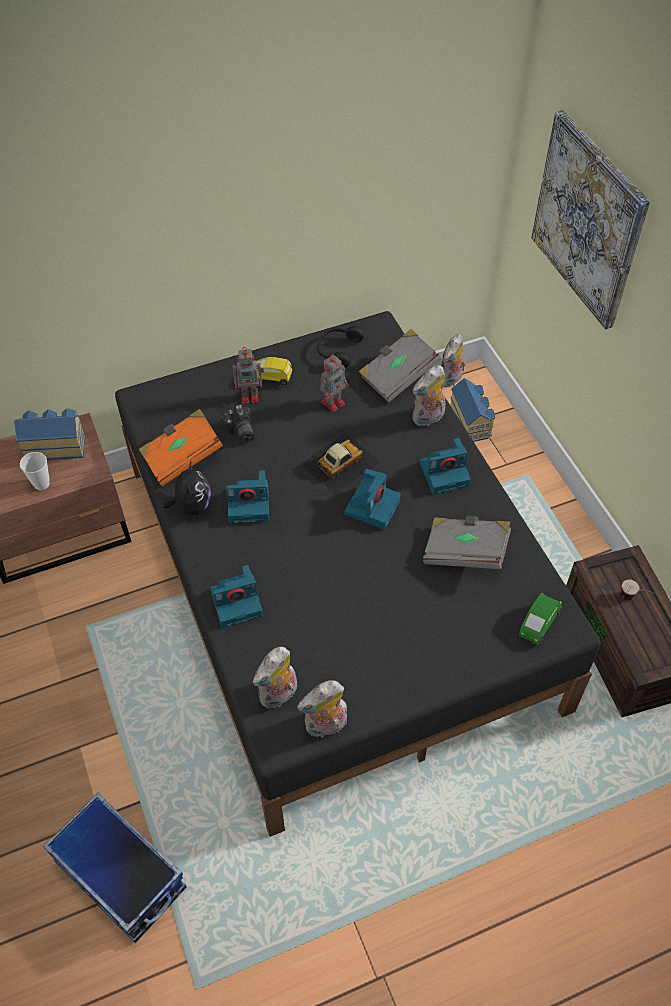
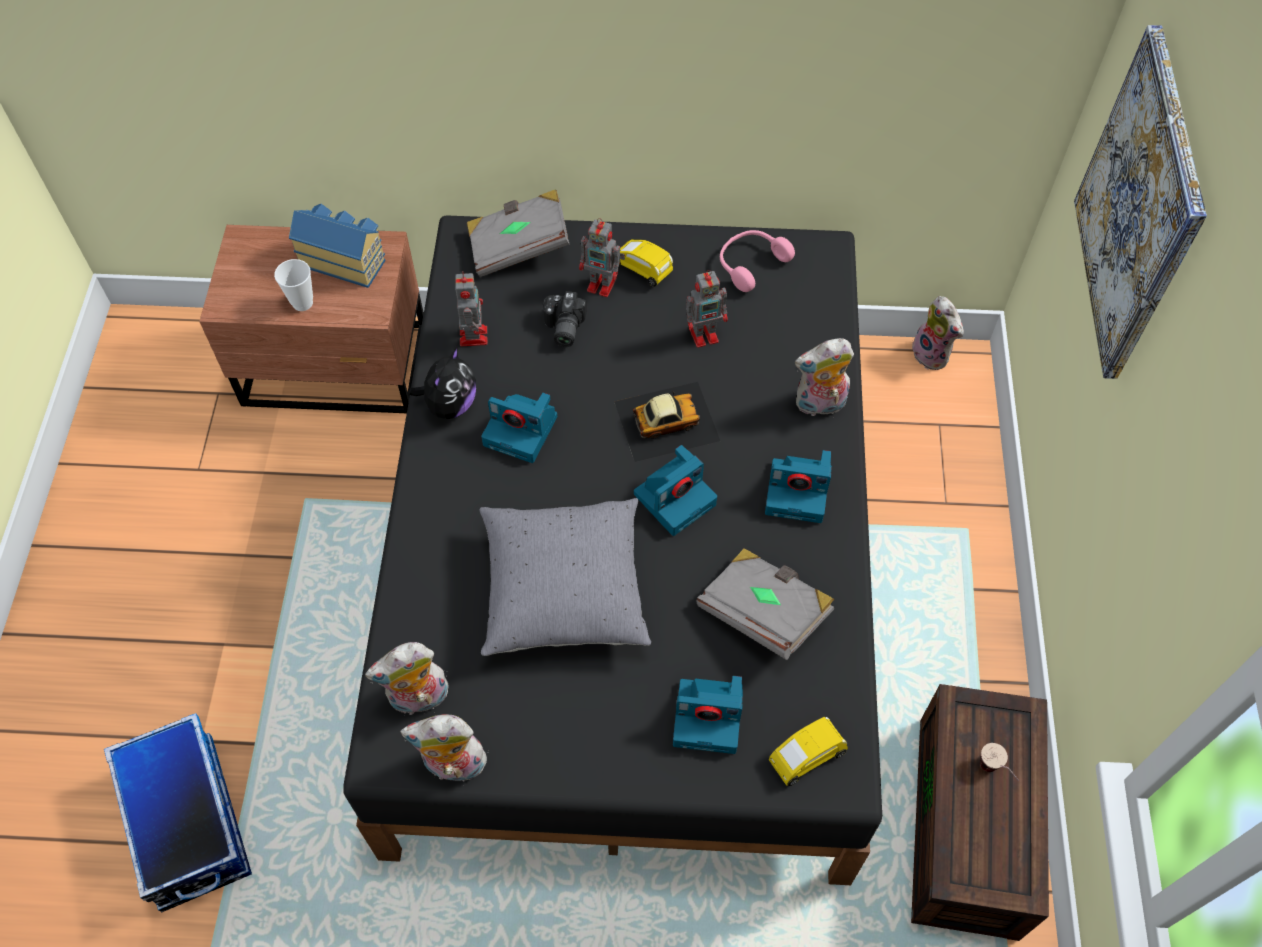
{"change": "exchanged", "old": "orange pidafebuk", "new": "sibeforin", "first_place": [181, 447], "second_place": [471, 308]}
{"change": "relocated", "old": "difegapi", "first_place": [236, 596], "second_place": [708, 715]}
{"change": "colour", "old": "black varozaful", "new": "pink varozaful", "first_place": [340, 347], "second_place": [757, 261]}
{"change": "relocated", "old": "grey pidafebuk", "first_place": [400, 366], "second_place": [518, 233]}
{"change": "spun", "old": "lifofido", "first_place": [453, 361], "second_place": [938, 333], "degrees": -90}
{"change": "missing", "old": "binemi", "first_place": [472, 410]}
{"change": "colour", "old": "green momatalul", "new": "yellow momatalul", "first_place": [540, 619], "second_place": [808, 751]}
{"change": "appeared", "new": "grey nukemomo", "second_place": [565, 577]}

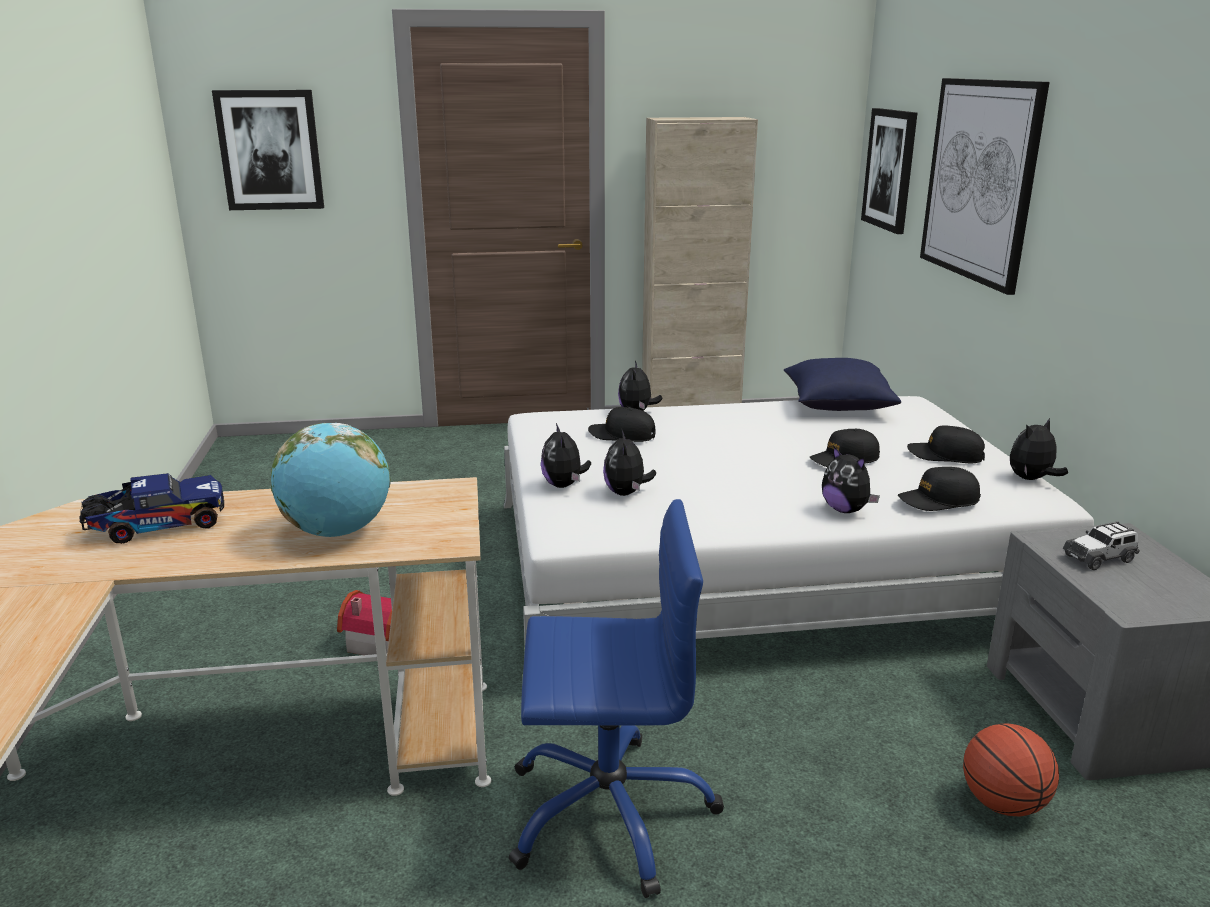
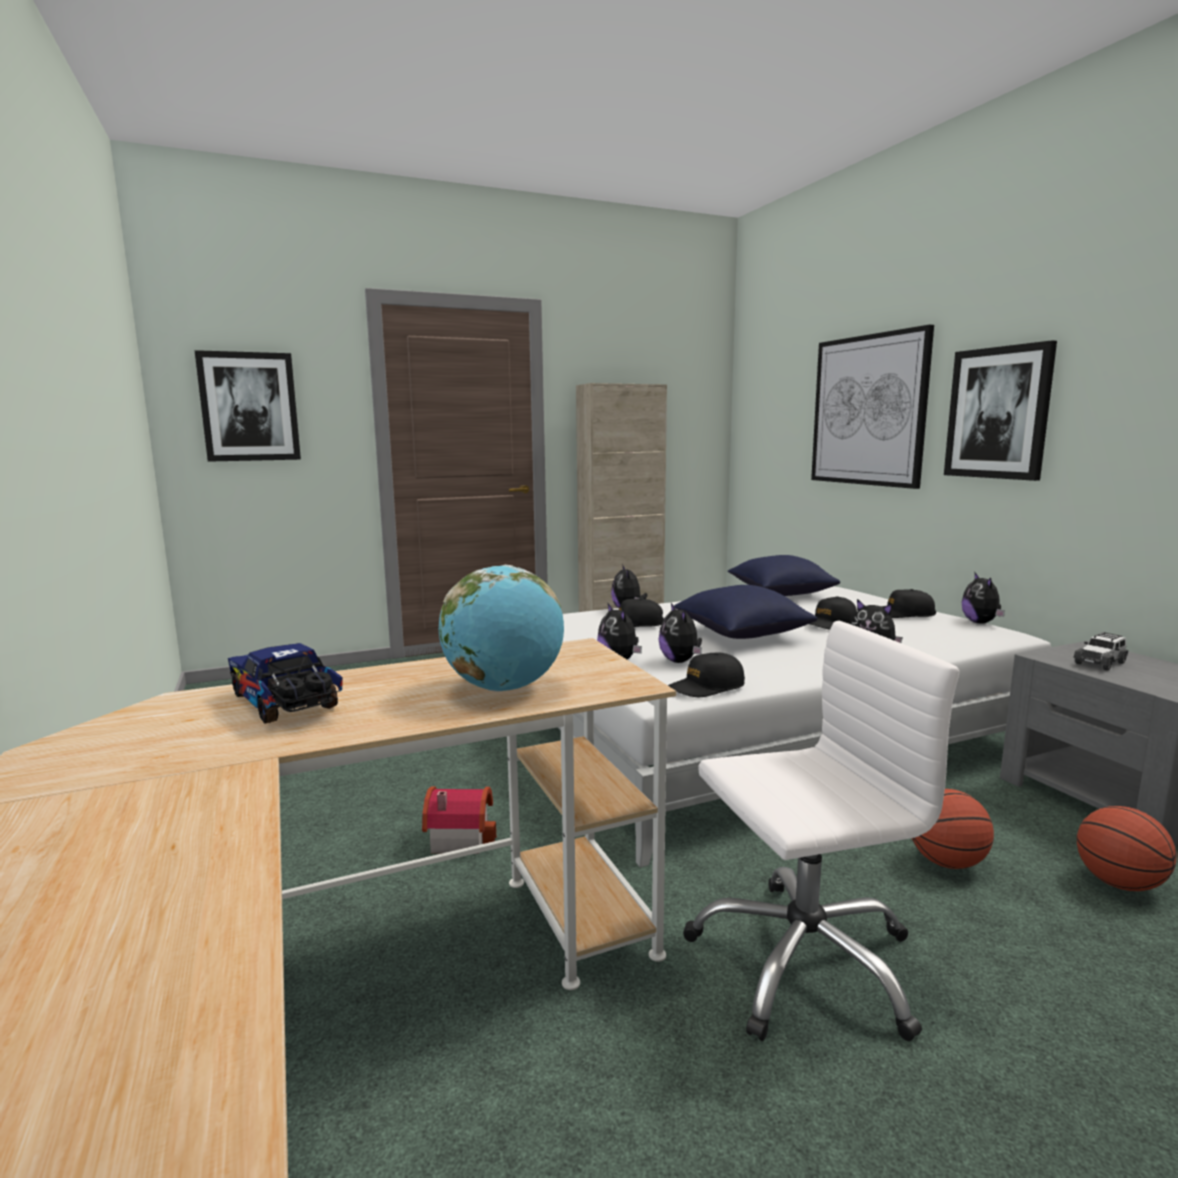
{"change": "spun", "old": "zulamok", "first_place": [151, 508], "second_place": [285, 683], "degrees": -90}
{"change": "colour", "old": "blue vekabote", "new": "white vekabote", "first_place": [616, 698], "second_place": [821, 831]}
{"change": "relocated", "old": "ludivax", "first_place": [889, 171], "second_place": [1000, 410]}
{"change": "relocated", "old": "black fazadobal", "first_place": [939, 489], "second_place": [706, 674]}
{"change": "spun", "old": "lifofido", "first_place": [1039, 449], "second_place": [983, 598], "degrees": -45}
{"change": "appeared", "new": "blue nukemomo", "second_place": [746, 612]}
{"change": "appeared", "new": "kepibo", "second_place": [953, 829]}

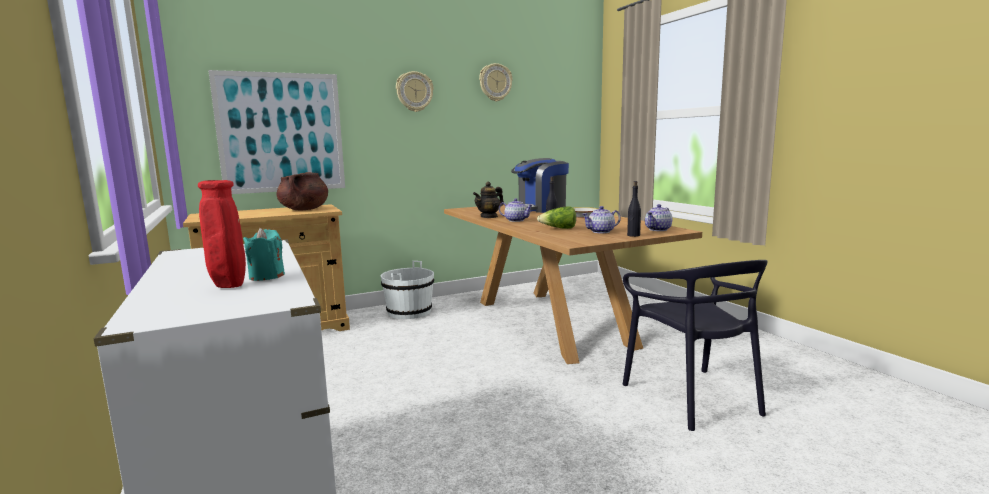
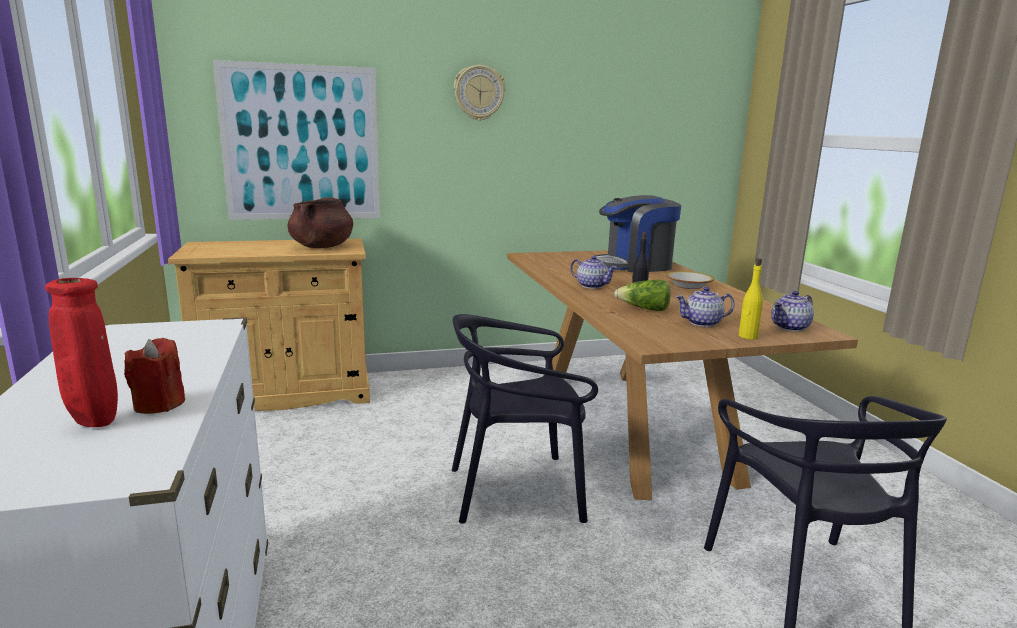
{"change": "colour", "old": "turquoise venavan", "new": "red venavan", "first_place": [264, 254], "second_place": [154, 376]}
{"change": "missing", "old": "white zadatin", "first_place": [407, 290]}
{"change": "missing", "old": "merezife", "first_place": [488, 199]}
{"change": "missing", "old": "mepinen", "first_place": [496, 82]}
{"change": "colour", "old": "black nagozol", "new": "yellow nagozol", "first_place": [634, 209], "second_place": [751, 298]}
{"change": "appeared", "new": "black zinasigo", "second_place": [525, 419]}

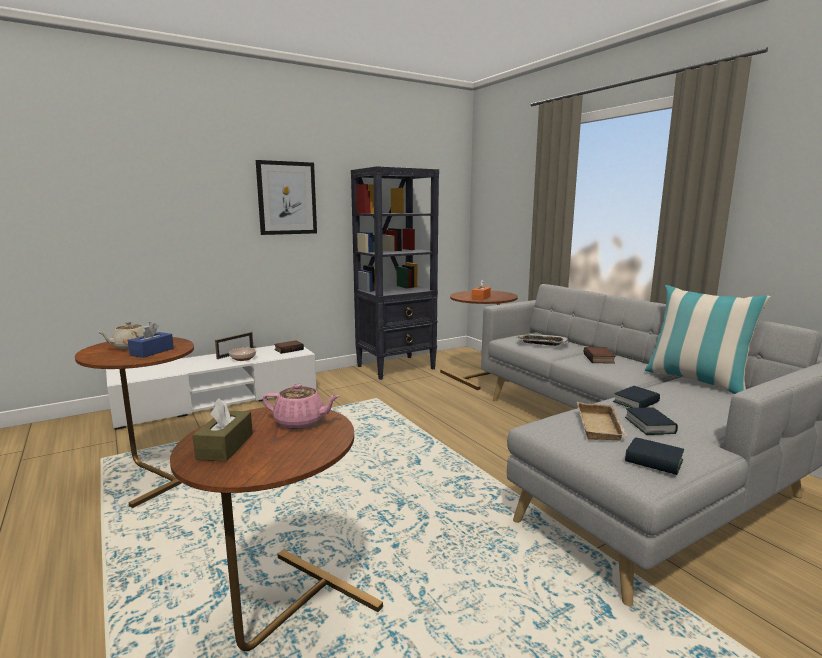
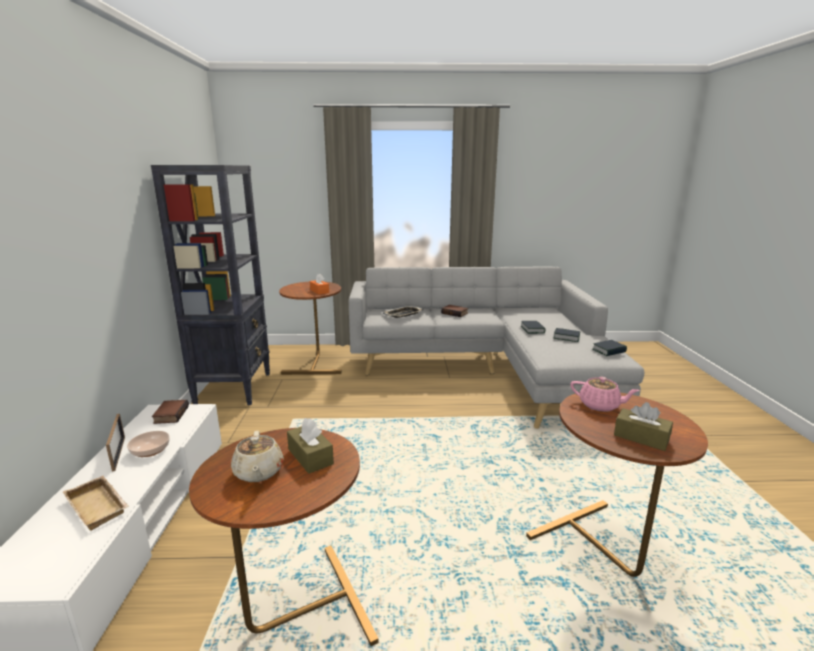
{"change": "colour", "old": "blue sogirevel", "new": "brown sogirevel", "first_place": [151, 340], "second_place": [310, 446]}
{"change": "missing", "old": "ludivax", "first_place": [286, 197]}
{"change": "spun", "old": "pink merezife", "first_place": [301, 406], "second_place": [605, 394], "degrees": 75}
{"change": "relocated", "old": "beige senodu", "first_place": [602, 421], "second_place": [96, 503]}
{"change": "missing", "old": "nukemomo", "first_place": [707, 339]}

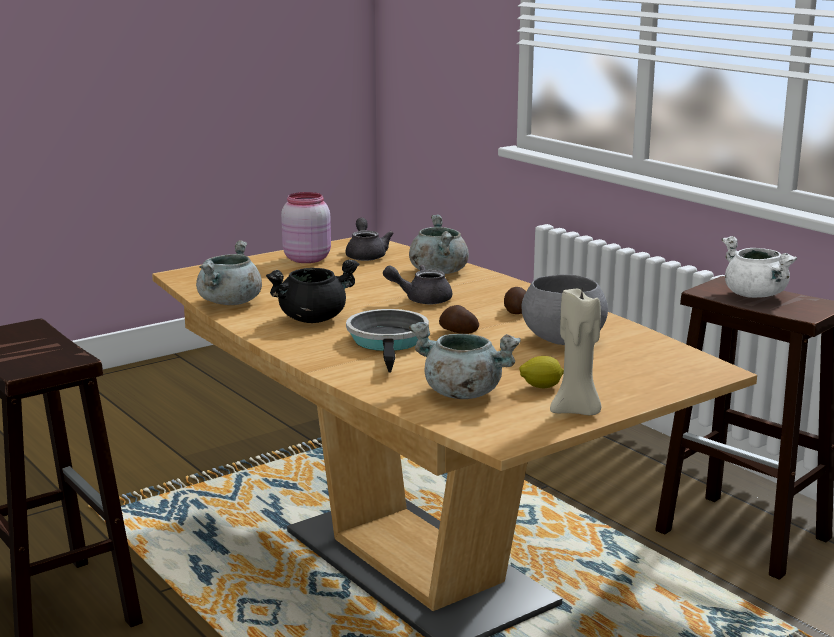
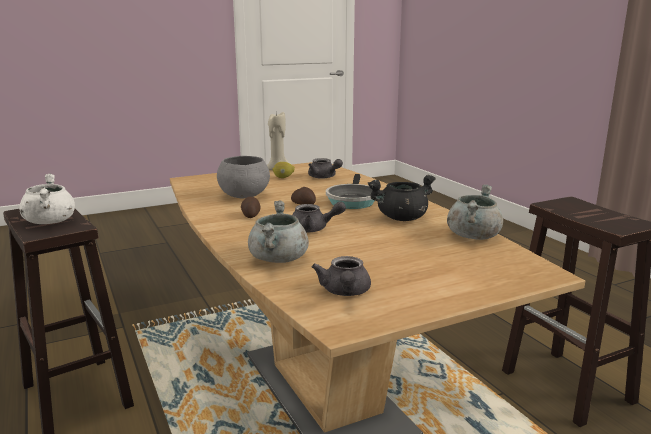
{"change": "missing", "old": "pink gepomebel", "first_place": [306, 227]}
{"change": "exchanged", "old": "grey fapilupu", "new": "grey merezife", "first_place": [465, 360], "second_place": [325, 168]}

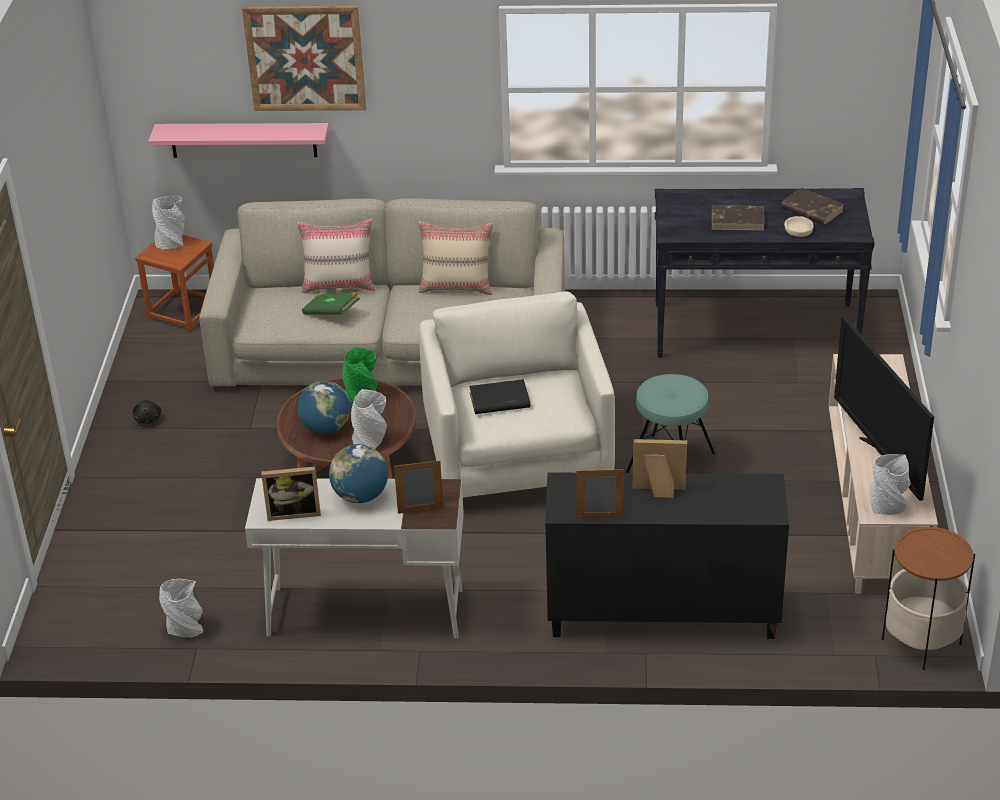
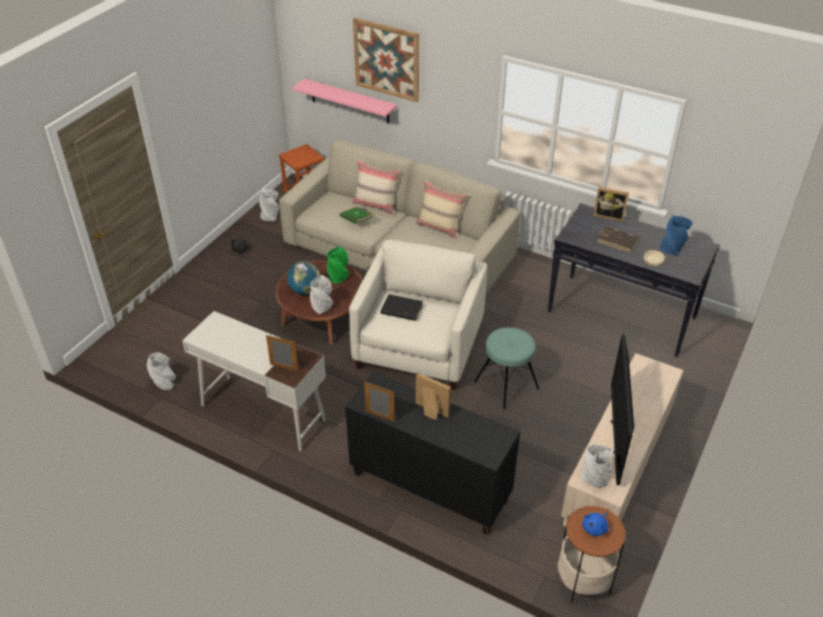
{"change": "relocated", "old": "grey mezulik", "first_place": [168, 223], "second_place": [269, 205]}
{"change": "relocated", "old": "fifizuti", "first_place": [291, 494], "second_place": [611, 204]}
{"change": "missing", "old": "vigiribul", "first_place": [358, 473]}
{"change": "exchanged", "old": "brown pidafebuk", "new": "blue mezulik", "first_place": [812, 206], "second_place": [676, 235]}
{"change": "appeared", "new": "blue lifofido", "second_place": [595, 524]}

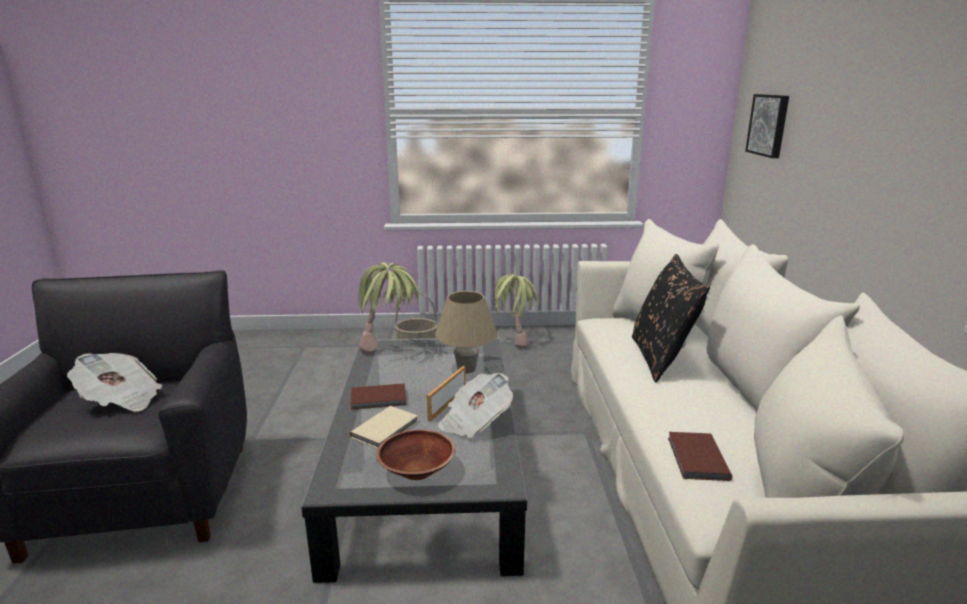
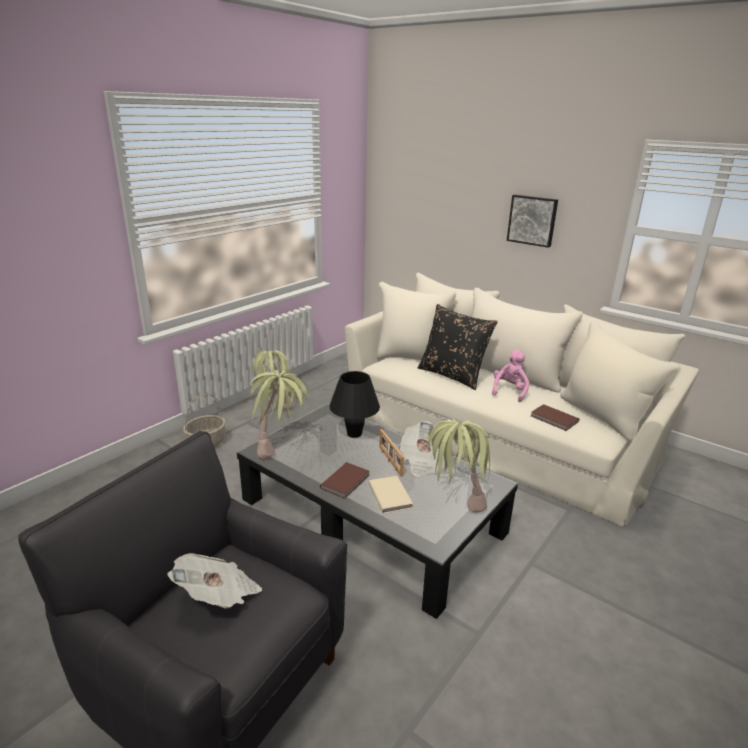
{"change": "exchanged", "old": "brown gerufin", "new": "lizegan", "first_place": [415, 455], "second_place": [459, 466]}
{"change": "colour", "old": "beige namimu", "new": "black namimu", "first_place": [466, 332], "second_place": [354, 404]}
{"change": "relocated", "old": "ludivax", "first_place": [767, 126], "second_place": [532, 221]}
{"change": "appeared", "new": "pink lifofido", "second_place": [510, 375]}

